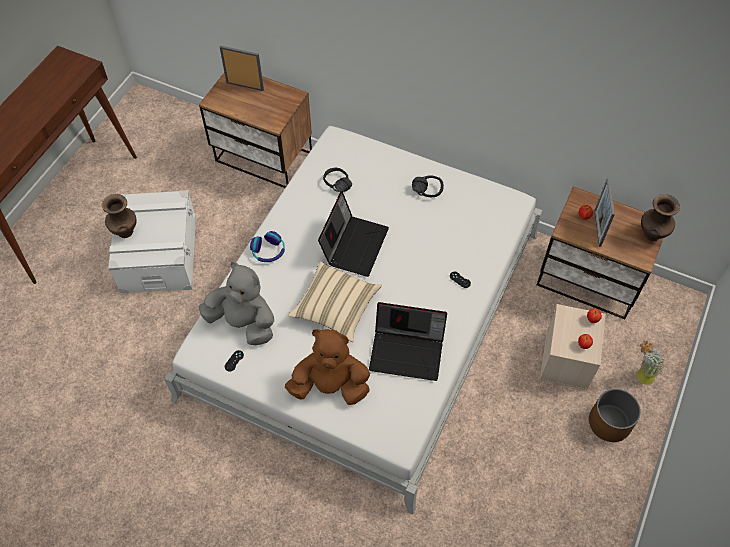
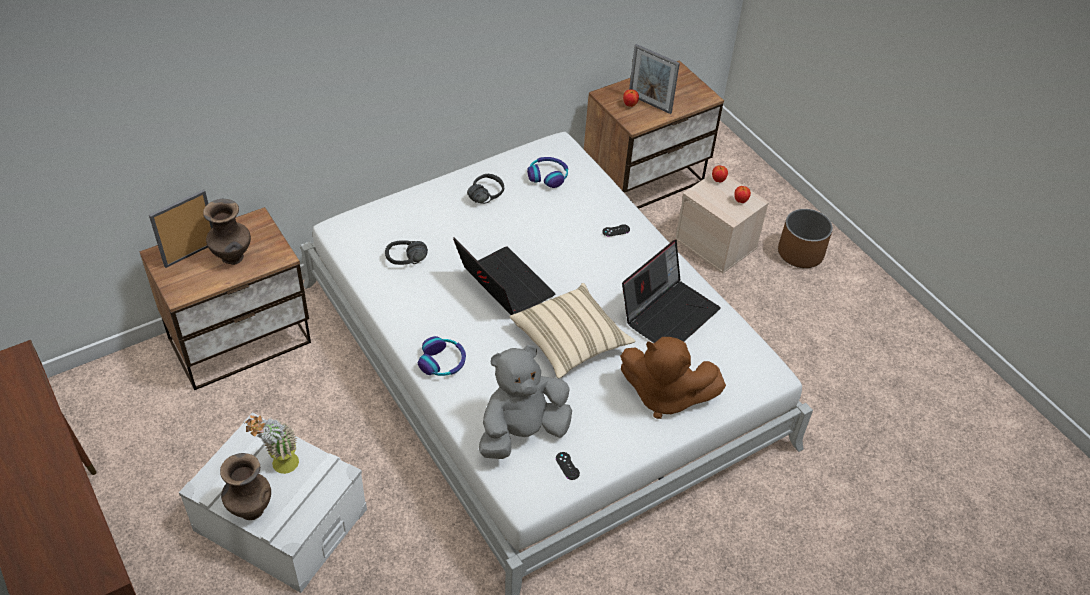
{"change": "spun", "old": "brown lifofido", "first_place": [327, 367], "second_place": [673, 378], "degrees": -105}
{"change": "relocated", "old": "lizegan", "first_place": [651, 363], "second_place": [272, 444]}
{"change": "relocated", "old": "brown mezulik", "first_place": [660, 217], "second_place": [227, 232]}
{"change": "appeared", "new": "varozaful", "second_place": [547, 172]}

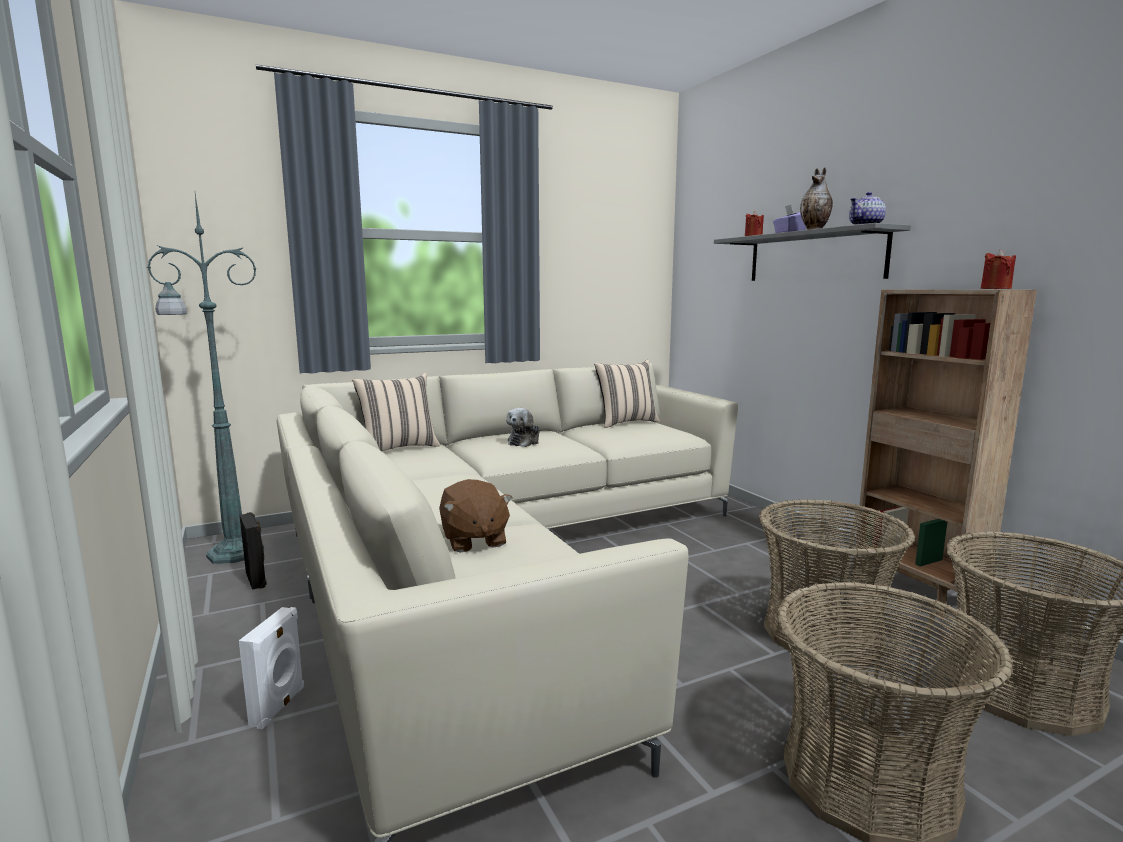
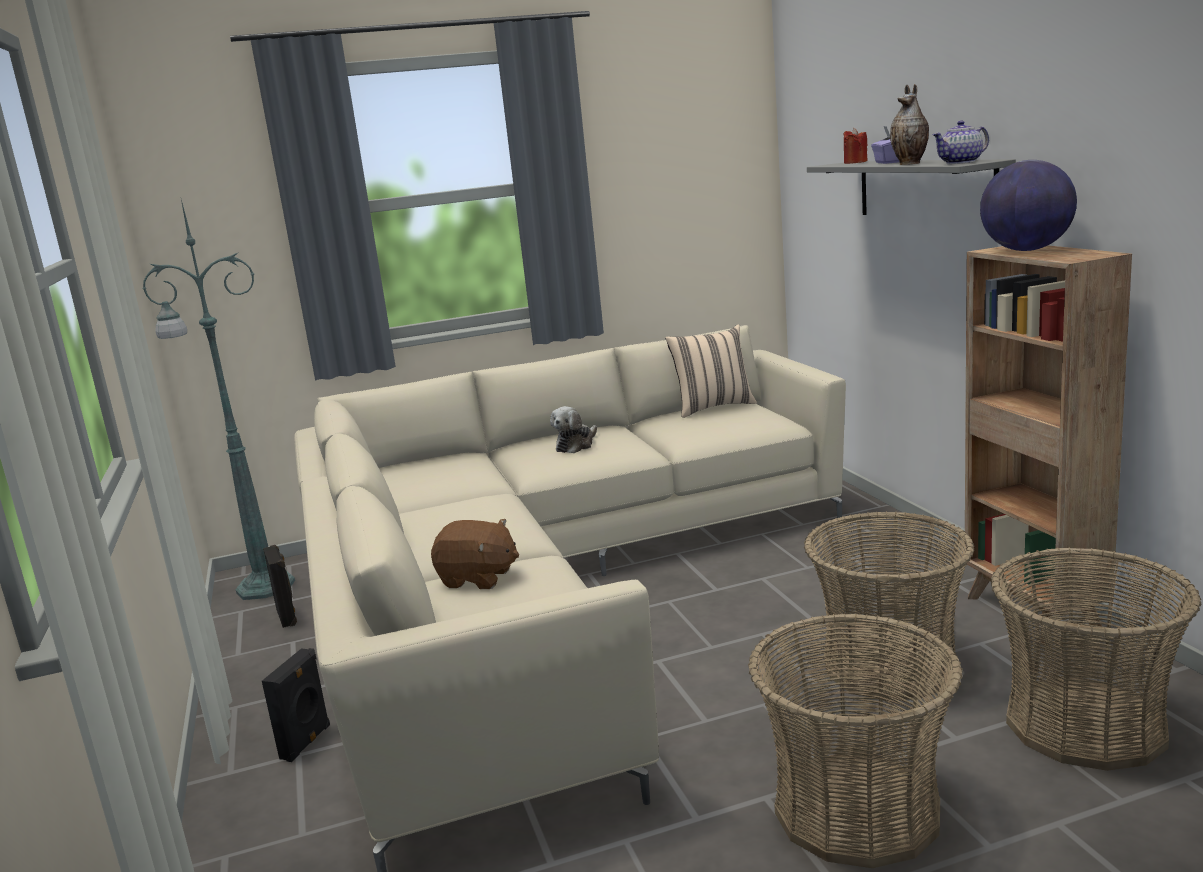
{"change": "colour", "old": "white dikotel", "new": "black dikotel", "first_place": [271, 668], "second_place": [296, 705]}
{"change": "missing", "old": "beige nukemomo", "first_place": [396, 412]}
{"change": "spun", "old": "brown lifofido", "first_place": [476, 516], "second_place": [475, 554], "degrees": -60}
{"change": "missing", "old": "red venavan", "first_place": [998, 269]}
{"change": "appeared", "new": "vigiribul", "second_place": [1028, 205]}

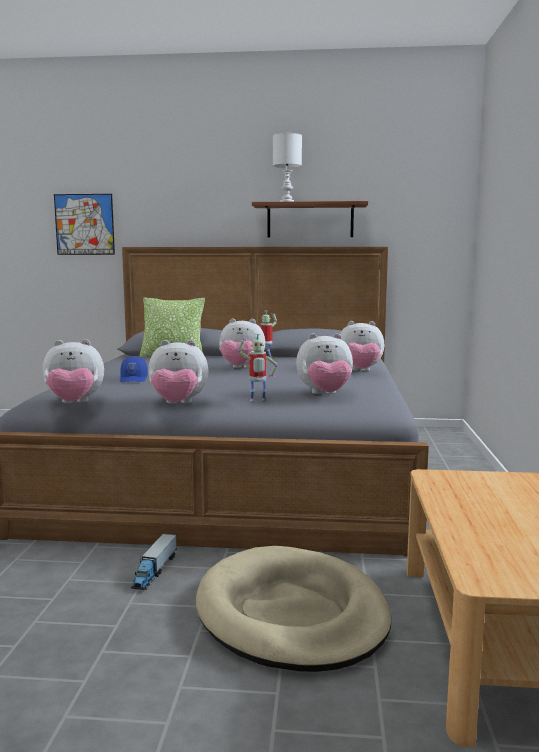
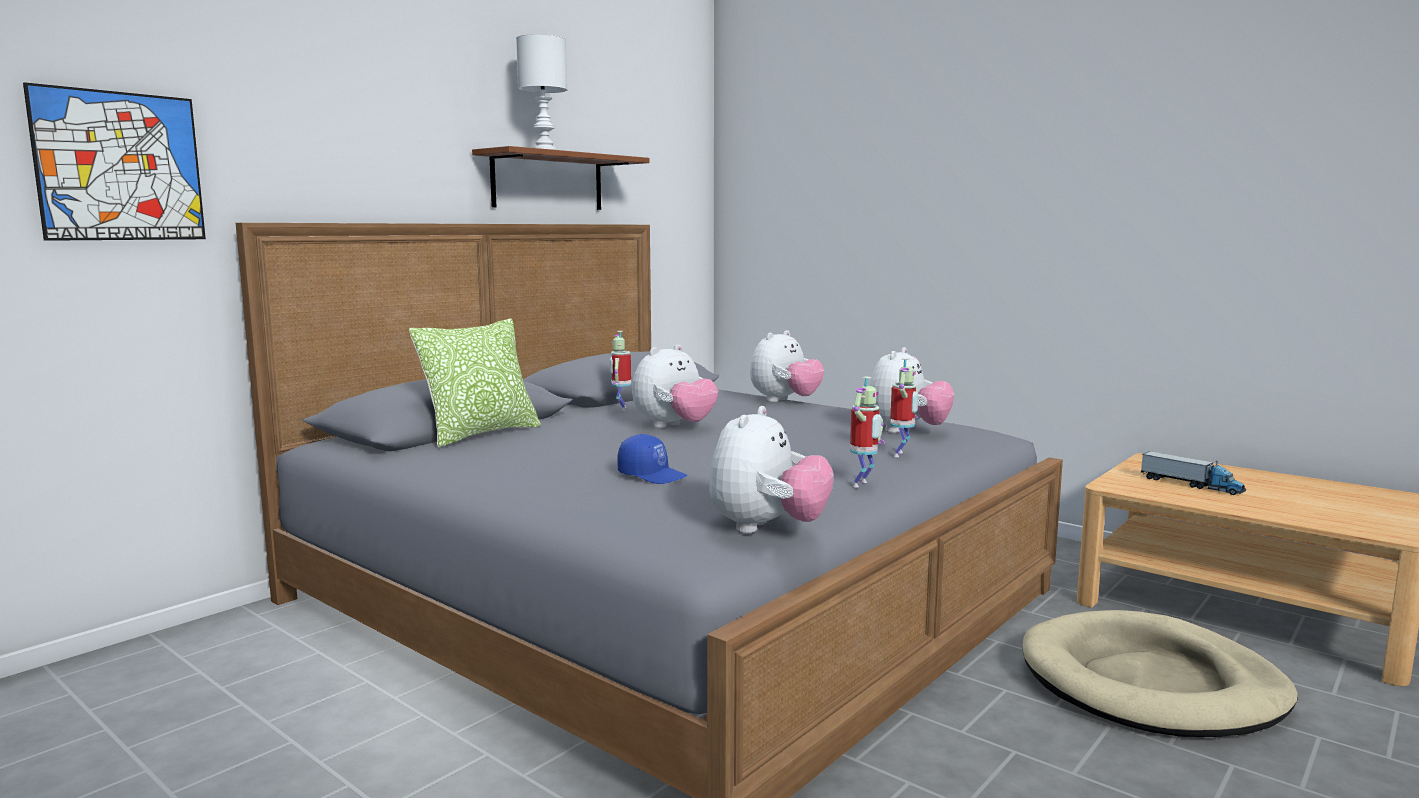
{"change": "relocated", "old": "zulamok", "first_place": [154, 561], "second_place": [1193, 473]}
{"change": "exchanged", "old": "lifofido", "new": "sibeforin", "first_place": [178, 371], "second_place": [867, 431]}

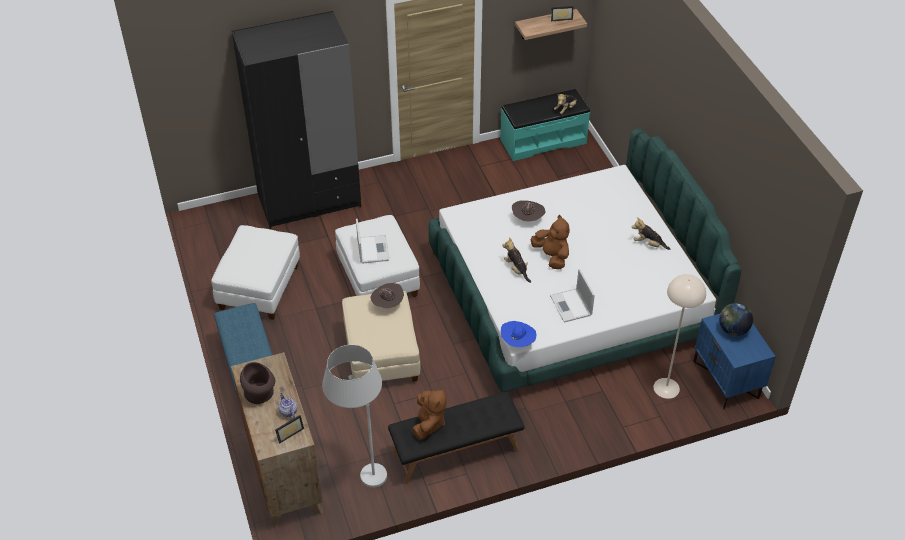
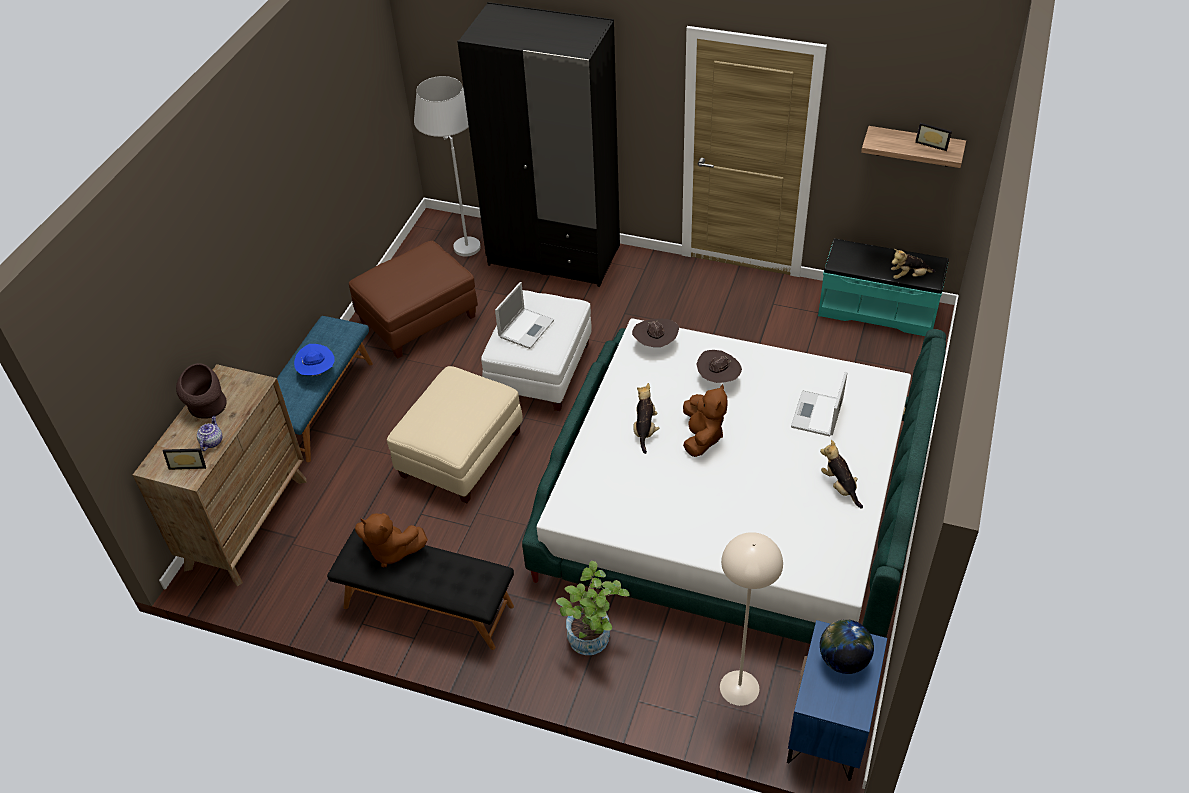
{"change": "colour", "old": "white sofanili", "new": "brown sofanili", "first_place": [255, 272], "second_place": [413, 300]}
{"change": "relocated", "old": "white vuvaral", "first_place": [354, 416], "second_place": [447, 166]}
{"change": "relocated", "old": "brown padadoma", "first_place": [387, 295], "second_place": [655, 332]}
{"change": "spun", "old": "brown lifofido", "first_place": [429, 413], "second_place": [391, 540], "degrees": 60}
{"change": "relocated", "old": "blue padadoma", "first_place": [518, 334], "second_place": [314, 360]}
{"change": "relocated", "old": "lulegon", "first_place": [572, 296], "second_place": [819, 404]}
{"change": "appeared", "new": "lizegan", "second_place": [593, 608]}

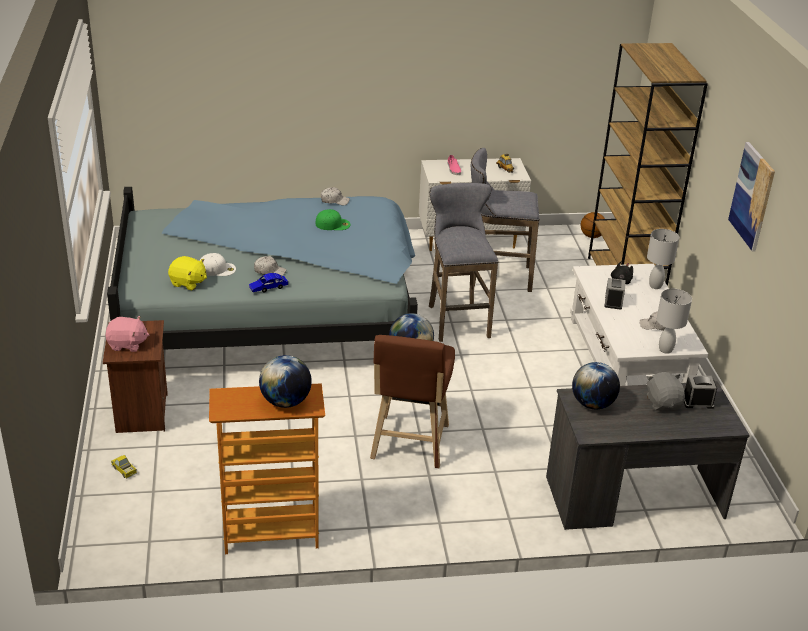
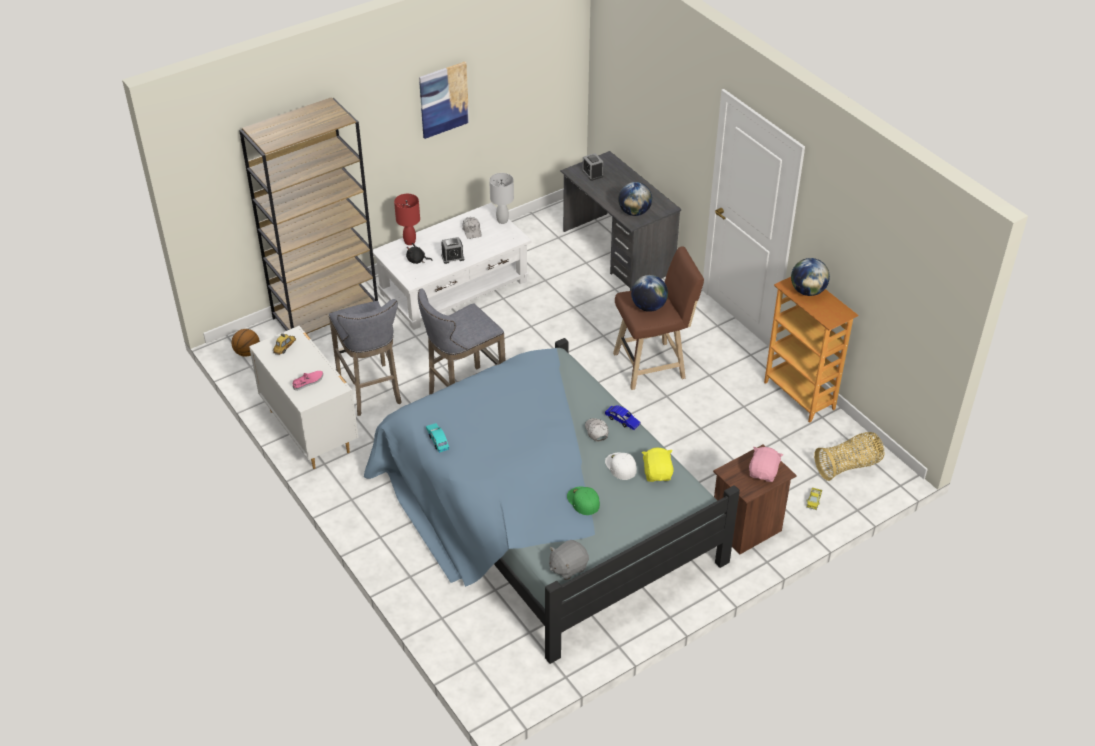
{"change": "spun", "old": "pink lifofido", "first_place": [127, 334], "second_place": [766, 464], "degrees": 45}
{"change": "relocated", "old": "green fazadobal", "first_place": [333, 219], "second_place": [583, 501]}
{"change": "exchanged", "old": "white fazadobal", "new": "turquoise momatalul", "first_place": [335, 196], "second_place": [437, 438]}
{"change": "relocated", "old": "grey lifofido", "first_place": [665, 391], "second_place": [569, 560]}
{"change": "colour", "old": "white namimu", "new": "red namimu", "first_place": [663, 259], "second_place": [407, 219]}
{"change": "appeared", "new": "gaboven", "second_place": [849, 456]}

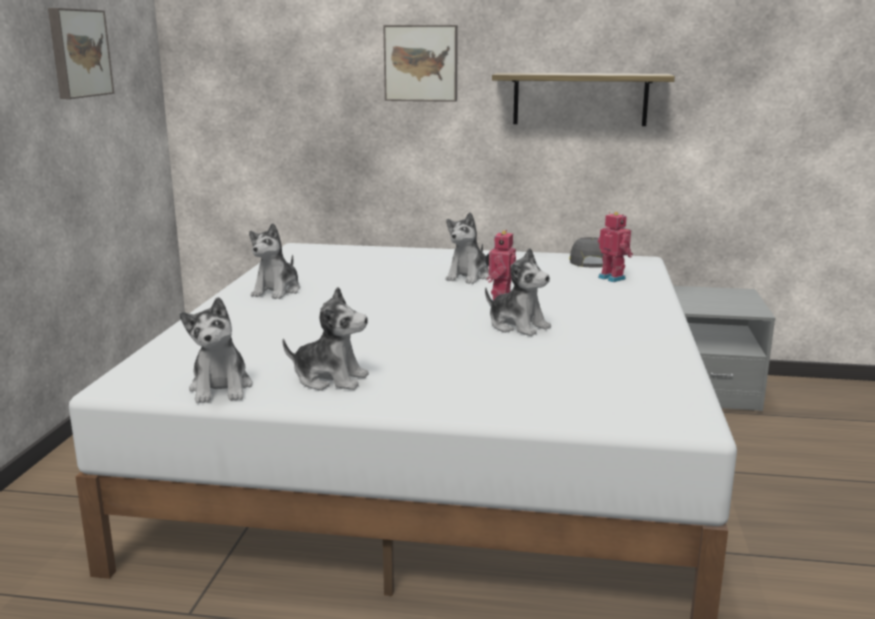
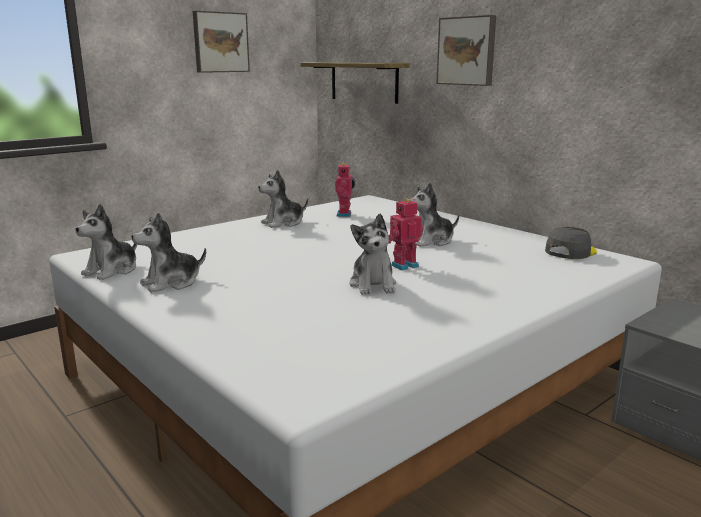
{"change": "spun", "old": "lifofido", "first_place": [325, 338], "second_place": [168, 252], "degrees": 90}
{"change": "relocated", "old": "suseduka", "first_place": [583, 99], "second_place": [355, 83]}
{"change": "relocated", "old": "sibeforin", "first_place": [615, 246], "second_place": [345, 190]}

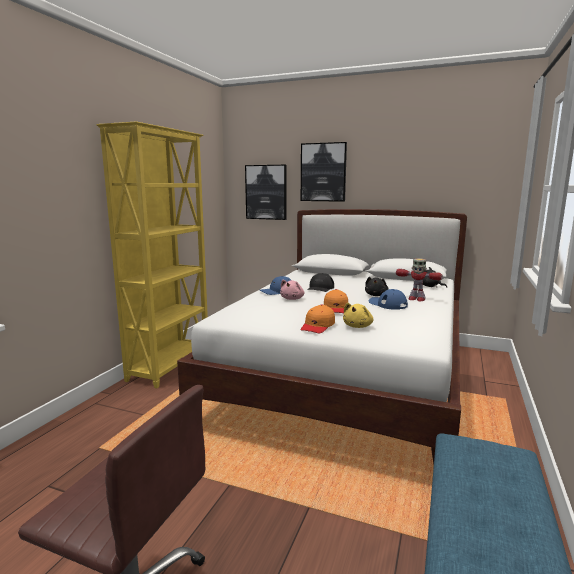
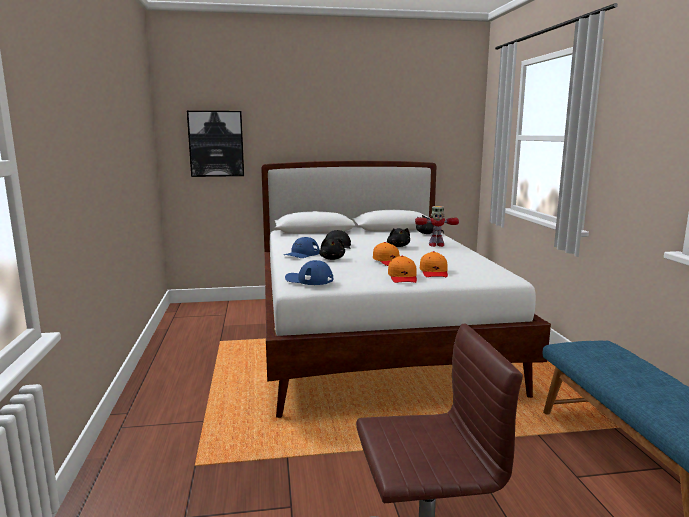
{"change": "missing", "old": "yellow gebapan", "first_place": [152, 254]}
{"change": "colour", "old": "pink lifofido", "new": "black lifofido", "first_place": [292, 289], "second_place": [332, 249]}
{"change": "missing", "old": "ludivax", "first_place": [324, 172]}
{"change": "exchanged", "old": "yellow lifofido", "new": "orange fazadobal", "first_place": [358, 315], "second_place": [434, 264]}
{"change": "relocated", "old": "blue fazadobal", "first_place": [388, 299], "second_place": [309, 272]}

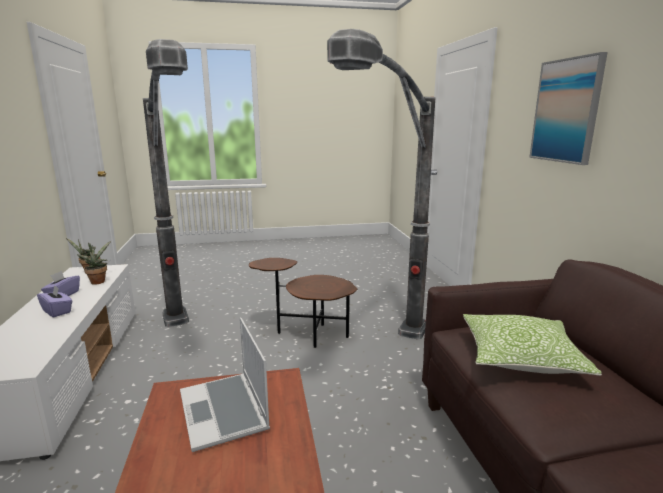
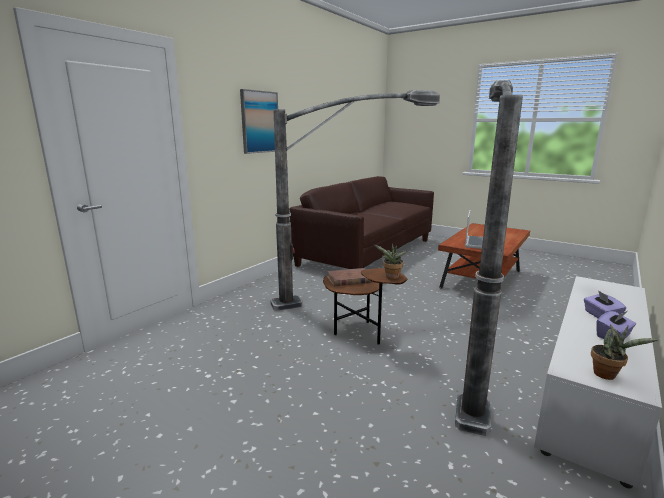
{"change": "relocated", "old": "lizegan", "first_place": [94, 263], "second_place": [391, 261]}
{"change": "missing", "old": "nukemomo", "first_place": [532, 345]}
{"change": "appeared", "new": "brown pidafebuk", "second_place": [349, 277]}

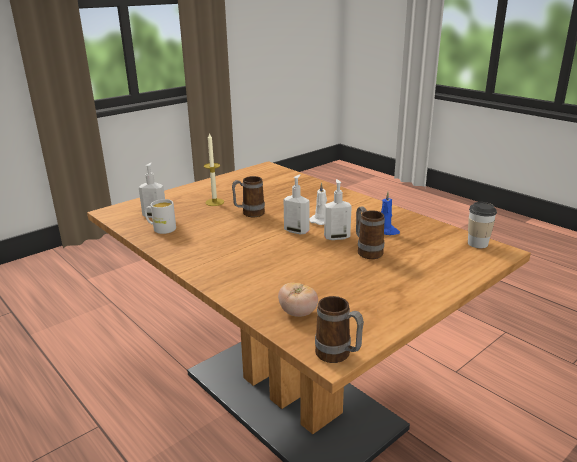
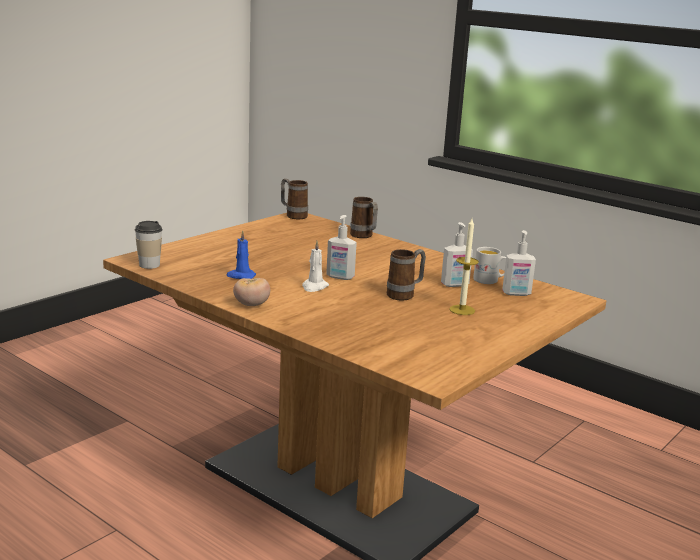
{"change": "relocated", "old": "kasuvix", "first_place": [298, 300], "second_place": [251, 292]}
{"change": "relocated", "old": "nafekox", "first_place": [338, 209], "second_place": [457, 254]}
{"change": "relocated", "old": "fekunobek", "first_place": [370, 232], "second_place": [364, 217]}

